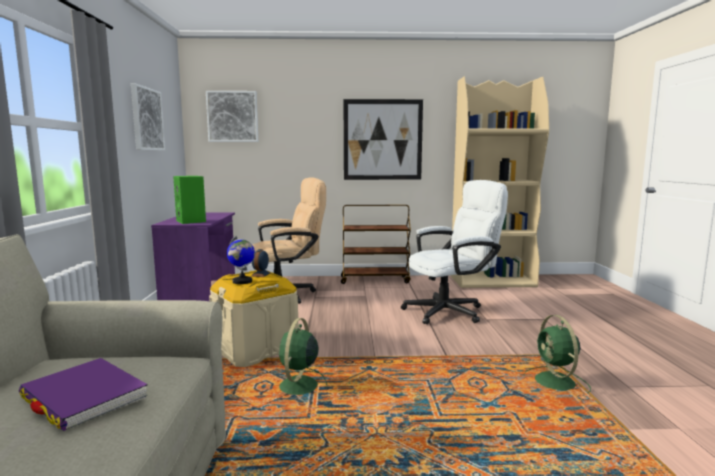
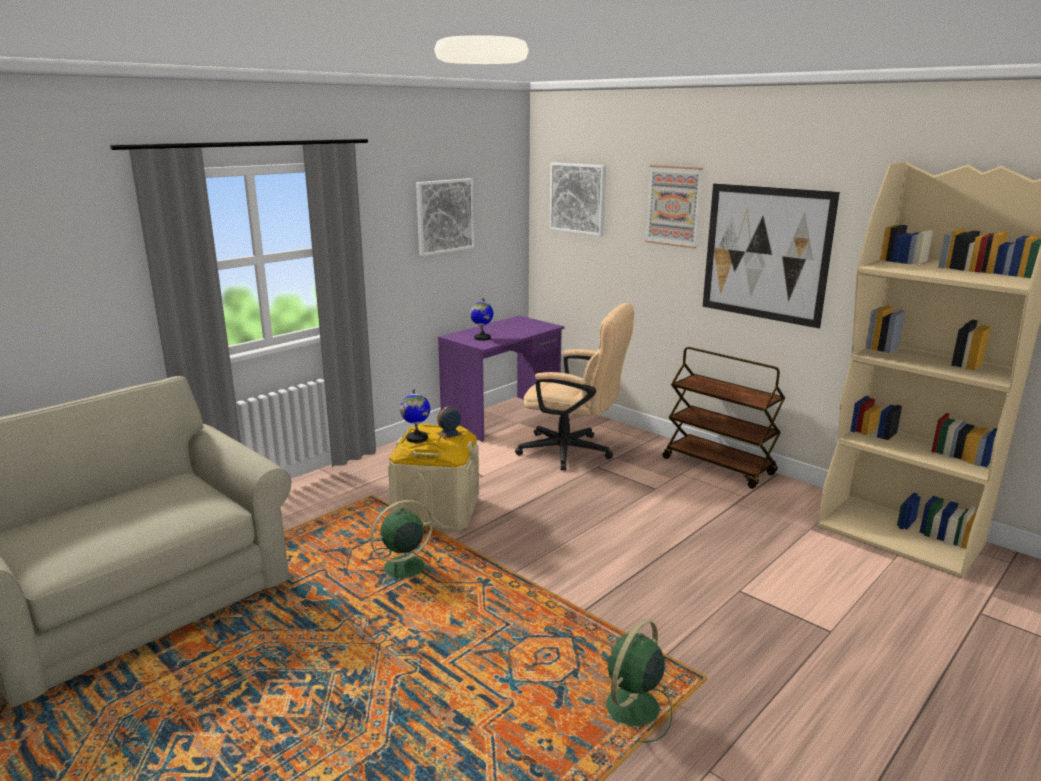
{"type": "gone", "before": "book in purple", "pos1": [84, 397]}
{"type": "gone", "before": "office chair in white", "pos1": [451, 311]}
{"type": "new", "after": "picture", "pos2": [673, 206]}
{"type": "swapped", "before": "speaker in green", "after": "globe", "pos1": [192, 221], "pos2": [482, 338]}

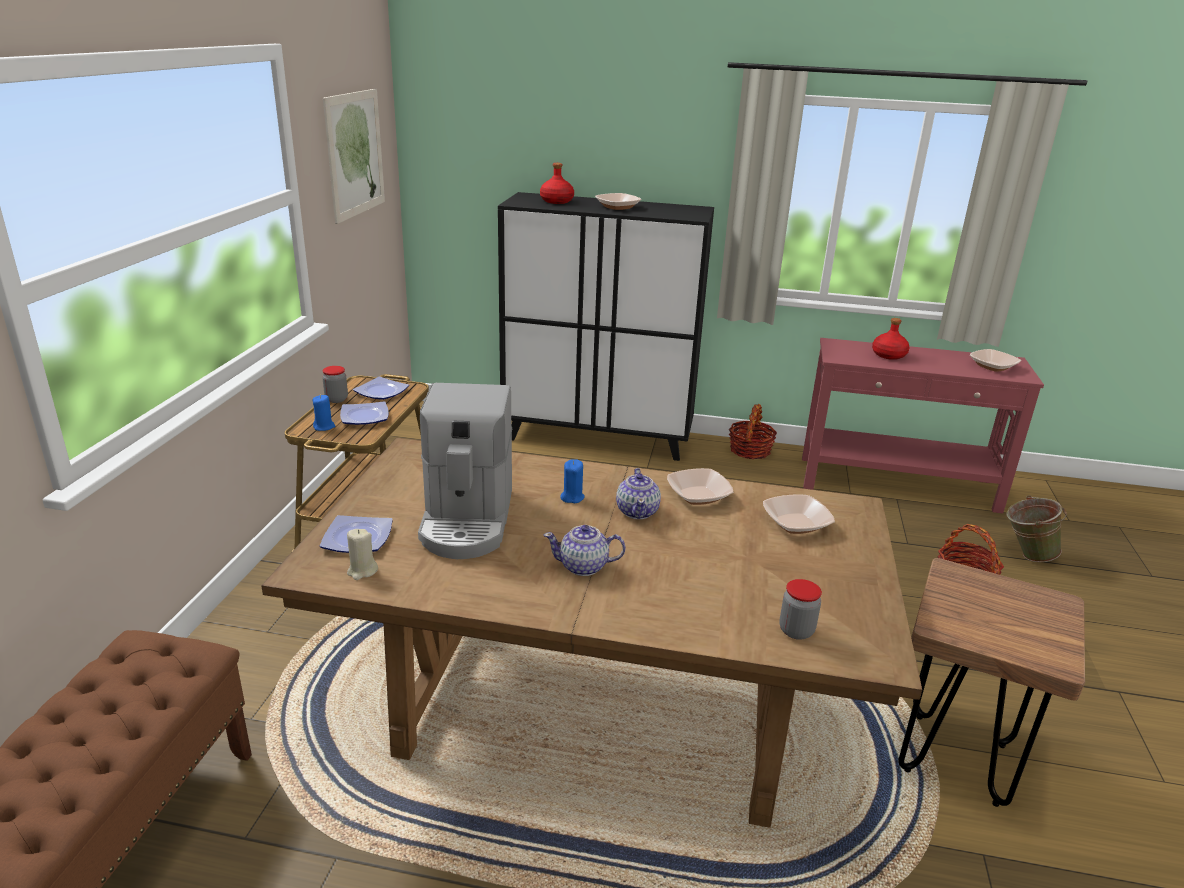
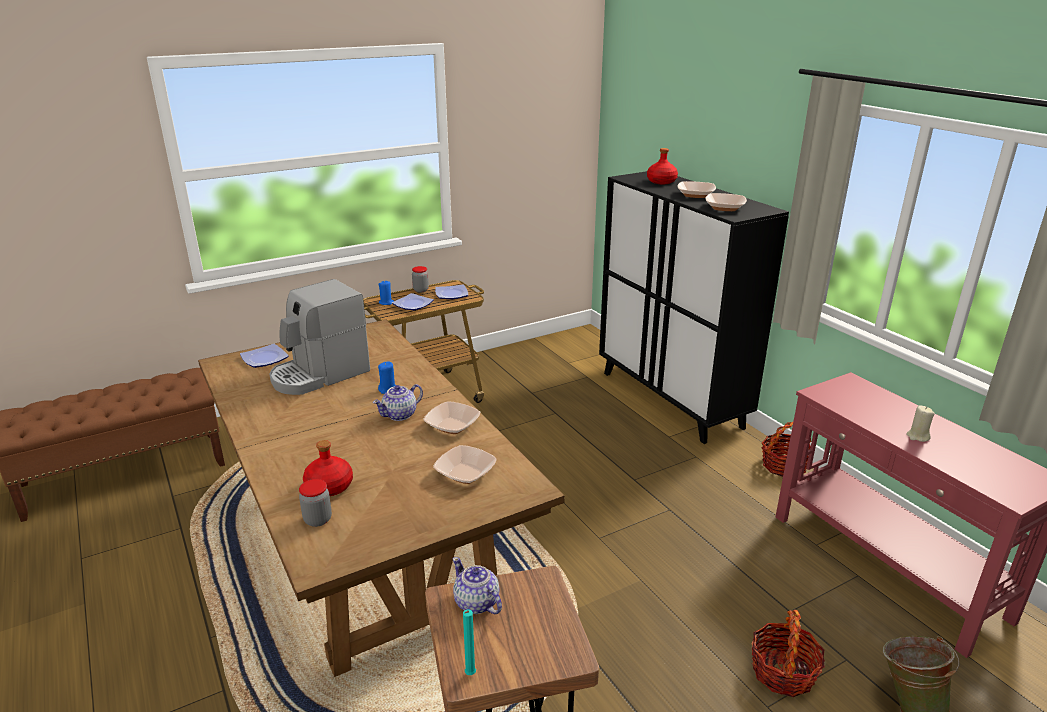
{"type": "gone", "before": "picture", "pos1": [355, 154]}
{"type": "new", "after": "candle in turquoise", "pos2": [469, 675]}
{"type": "shifted", "before": "candle in beige", "pos1": [362, 571], "pos2": [917, 436]}
{"type": "shifted", "before": "teapot", "pos1": [584, 566], "pos2": [476, 603]}
{"type": "shifted", "before": "bottle in red", "pos1": [888, 355], "pos2": [328, 486]}
{"type": "shifted", "before": "bowl", "pos1": [992, 366], "pos2": [724, 208]}

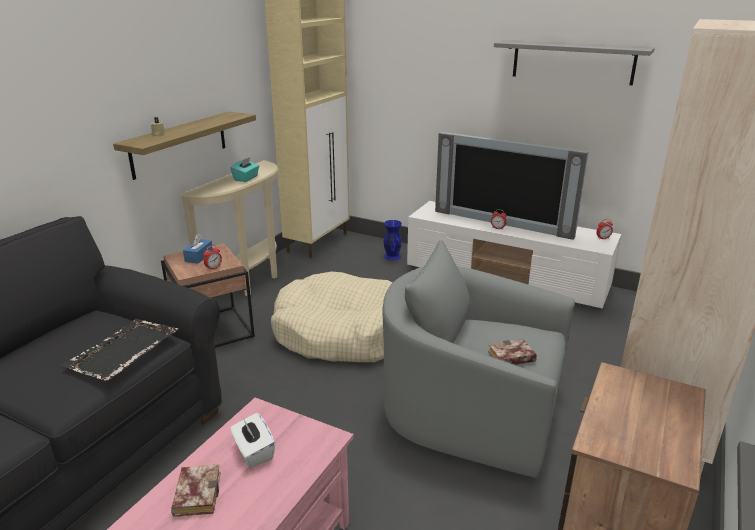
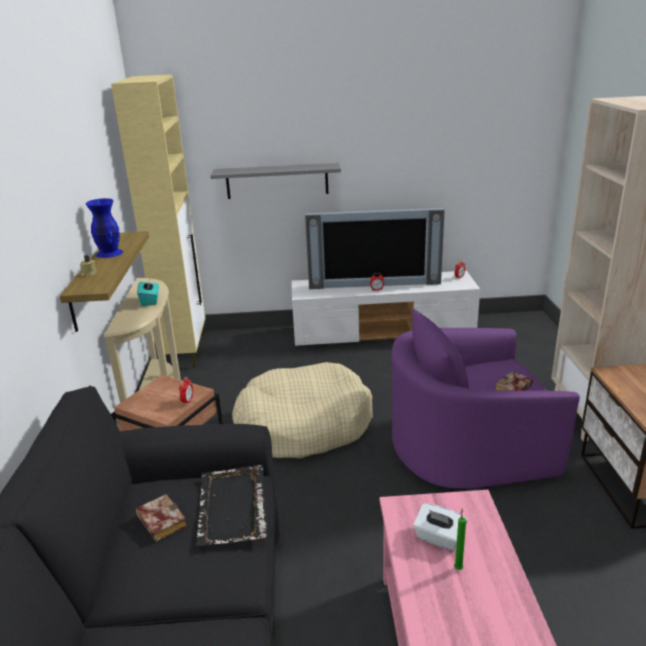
{"type": "gone", "before": "tissue box in blue", "pos1": [199, 256]}
{"type": "new", "after": "candle in green", "pos2": [458, 567]}
{"type": "shifted", "before": "book", "pos1": [196, 493], "pos2": [159, 521]}
{"type": "shifted", "before": "vase in blue", "pos1": [392, 256], "pos2": [109, 253]}
{"type": "shifted", "before": "shelf in grey", "pos1": [572, 62], "pos2": [277, 181]}
{"type": "repainted", "before": "armchair in grey", "after": "armchair in purple", "pos1": [471, 409], "pos2": [468, 446]}

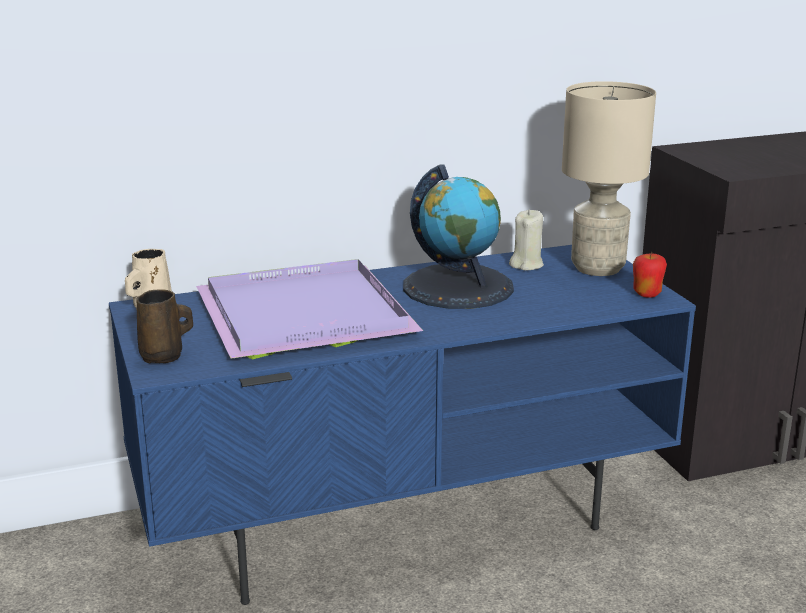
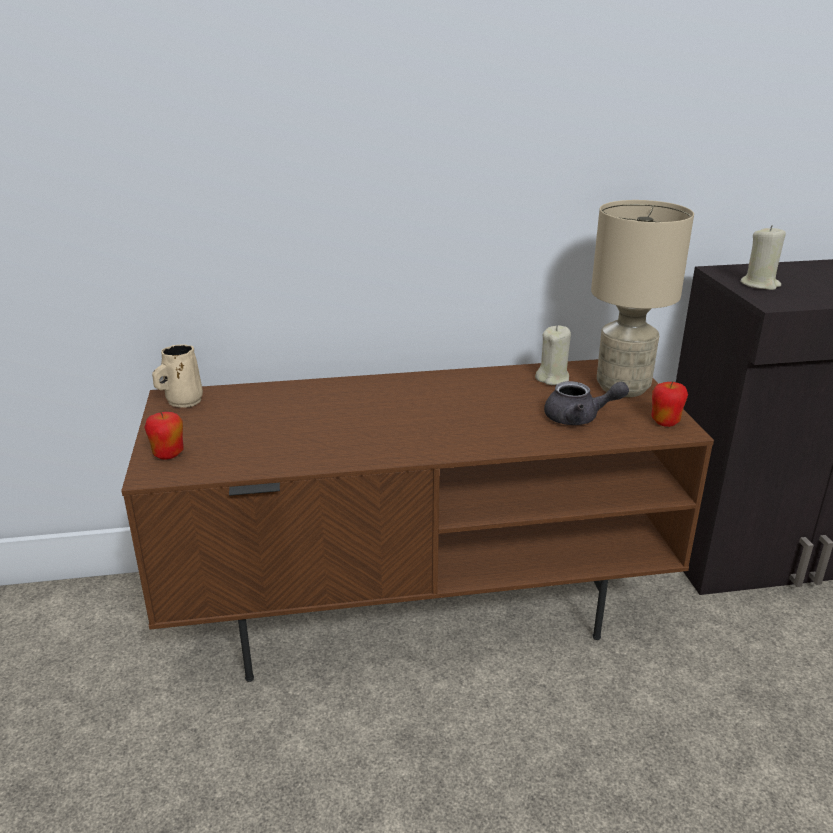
{"type": "gone", "before": "tray in purple", "pos1": [302, 317]}
{"type": "gone", "before": "globe", "pos1": [458, 287]}
{"type": "new", "after": "teapot in grey", "pos2": [579, 418]}
{"type": "new", "after": "candle in beige", "pos2": [760, 284]}
{"type": "swapped", "before": "mug in brown", "after": "apple", "pos1": [164, 356], "pos2": [168, 455]}
{"type": "repainted", "before": "tv stand in blue", "after": "tv stand in brown", "pos1": [403, 517], "pos2": [418, 603]}

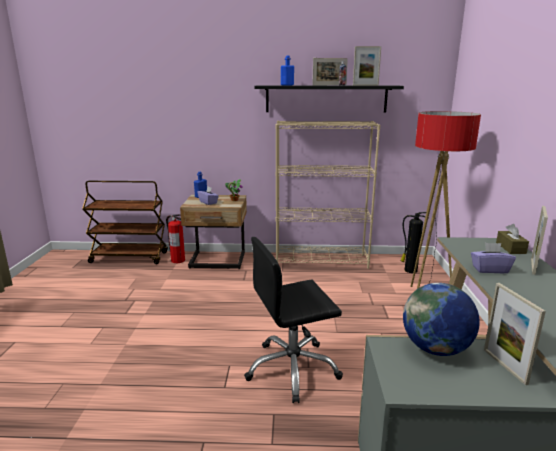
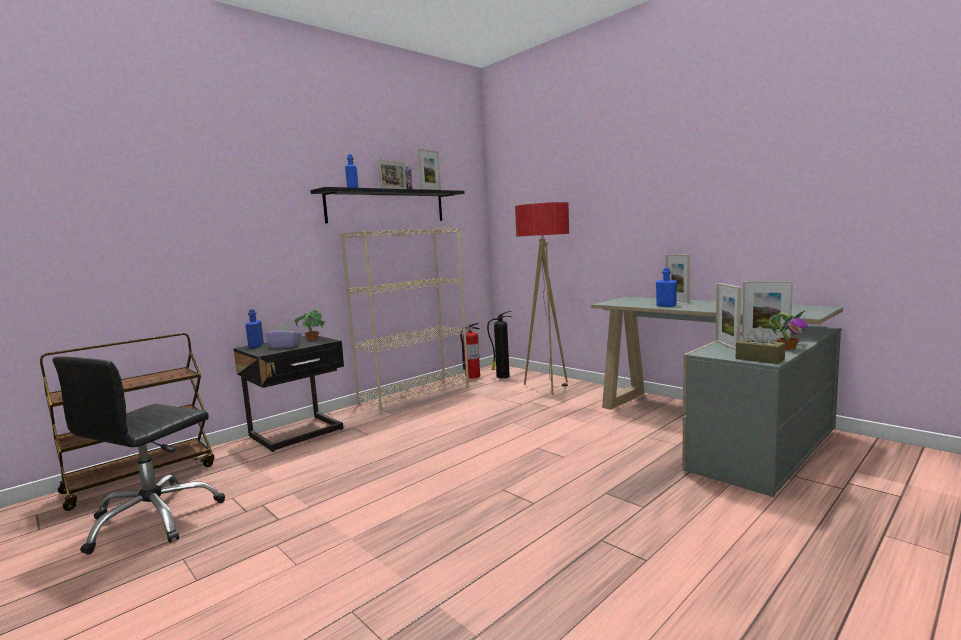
{"type": "new", "after": "potted plant", "pos2": [787, 348]}
{"type": "shifted", "before": "fire extinguisher", "pos1": [177, 260], "pos2": [472, 376]}
{"type": "shifted", "before": "office chair in black", "pos1": [292, 369], "pos2": [154, 519]}
{"type": "shifted", "before": "tissue box in brown", "pos1": [510, 248], "pos2": [759, 359]}
{"type": "swapped", "before": "globe", "after": "picture frame", "pos1": [435, 349], "pos2": [727, 345]}
{"type": "swapped", "before": "tissue box in purple", "after": "bottle in blue", "pos1": [489, 269], "pos2": [666, 305]}
{"type": "repainted", "before": "nightstand in beige", "after": "nightstand in black", "pos1": [217, 261], "pos2": [298, 434]}

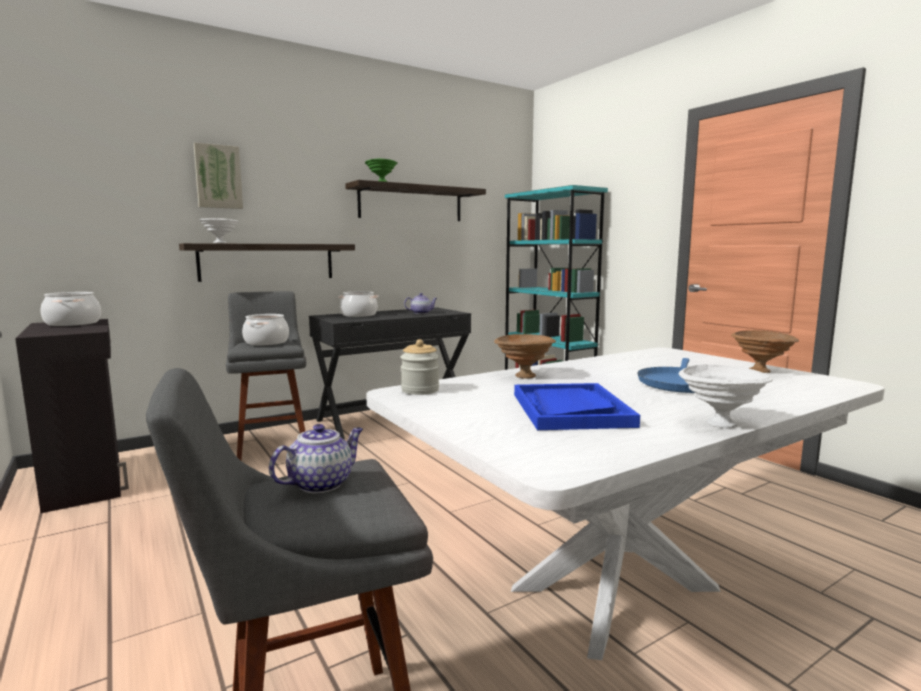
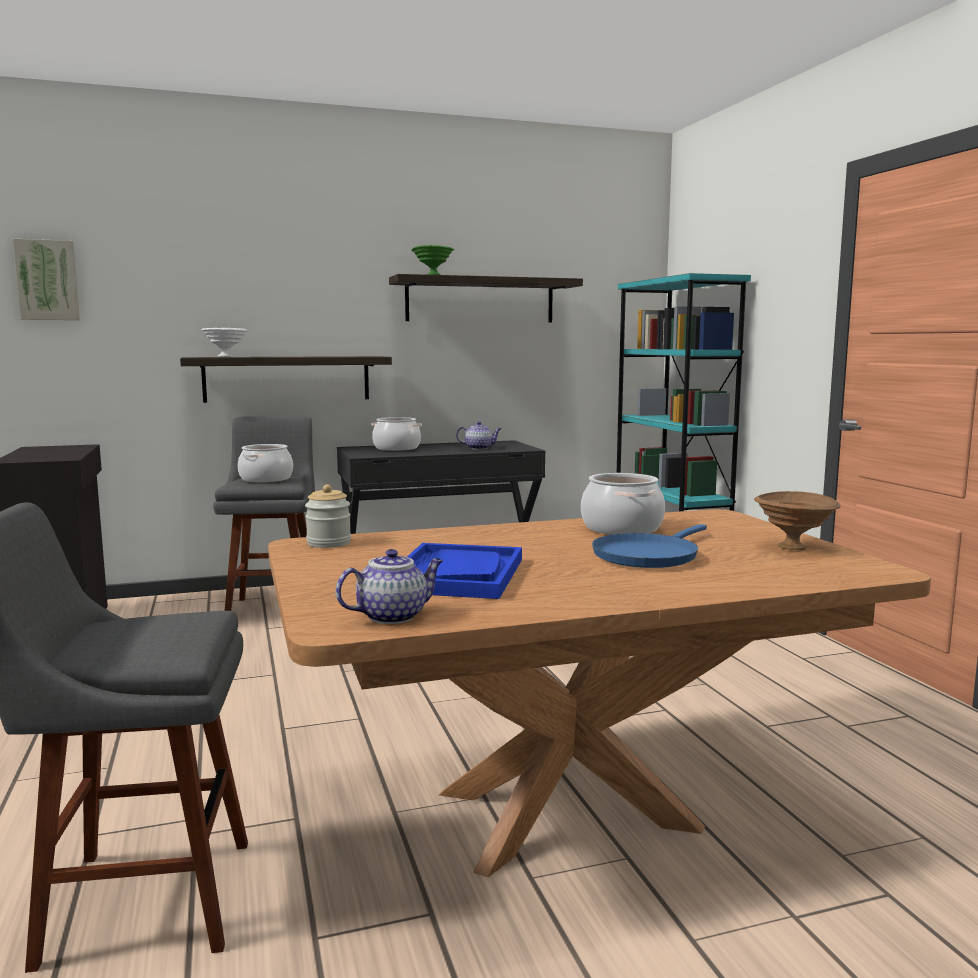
{"type": "gone", "before": "bowl in brown", "pos1": [523, 376]}
{"type": "gone", "before": "bowl in white", "pos1": [719, 424]}
{"type": "shifted", "before": "cooking pot", "pos1": [73, 323], "pos2": [621, 528]}
{"type": "shifted", "before": "picture", "pos1": [218, 177], "pos2": [47, 280]}
{"type": "shifted", "before": "teapot", "pos1": [321, 483], "pos2": [393, 616]}
{"type": "repainted", "before": "dining table in white", "after": "dining table in brown", "pos1": [617, 589], "pos2": [568, 811]}

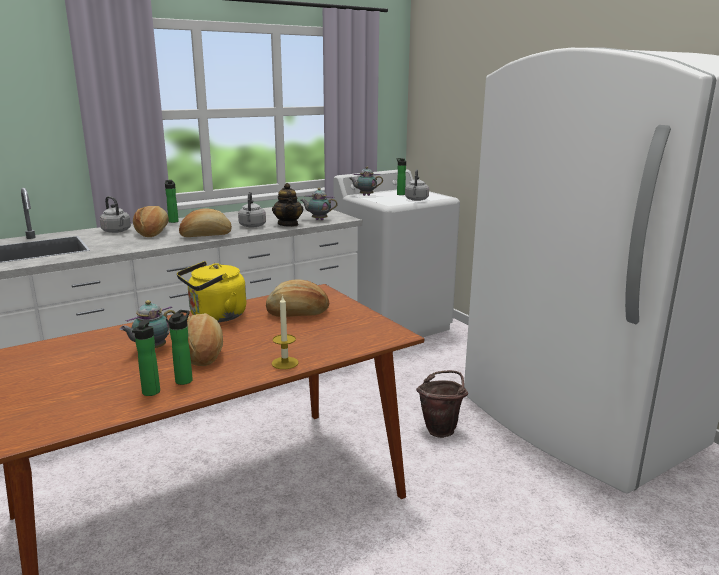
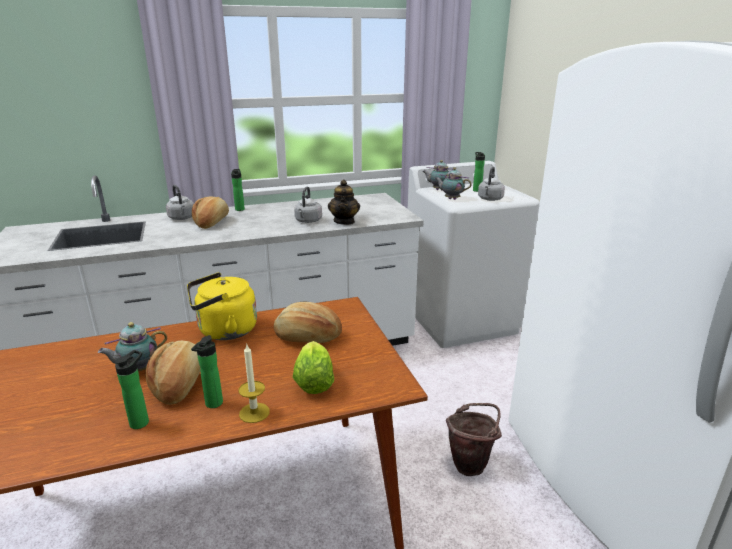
{"type": "gone", "before": "bread", "pos1": [206, 235]}
{"type": "new", "after": "lettuce", "pos2": [313, 382]}
{"type": "shifted", "before": "bottle", "pos1": [150, 393], "pos2": [212, 405]}
{"type": "shifted", "before": "teapot", "pos1": [318, 220], "pos2": [451, 199]}

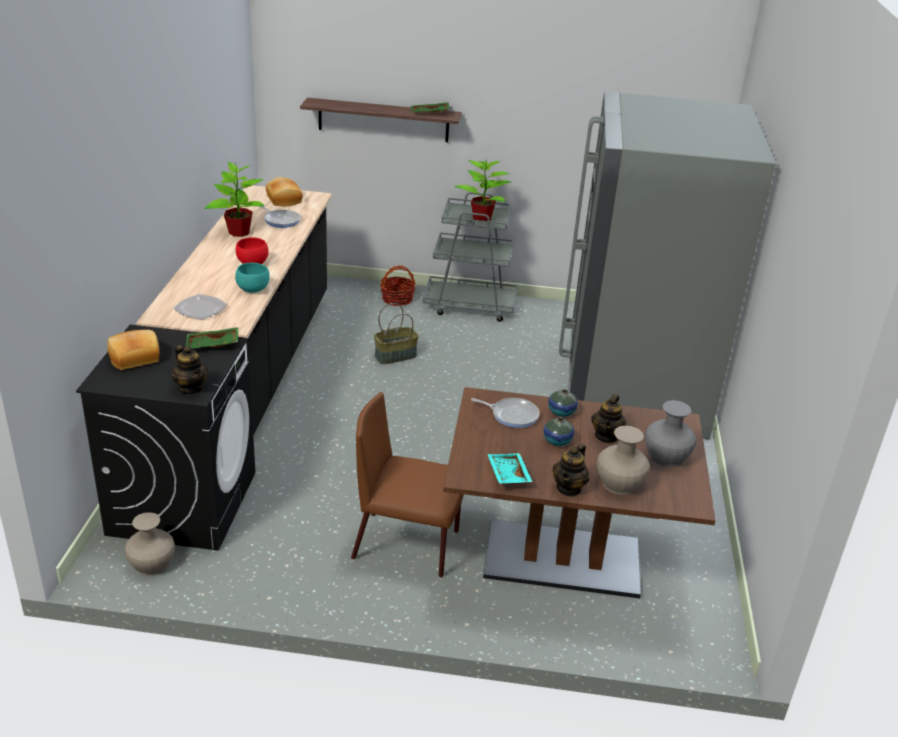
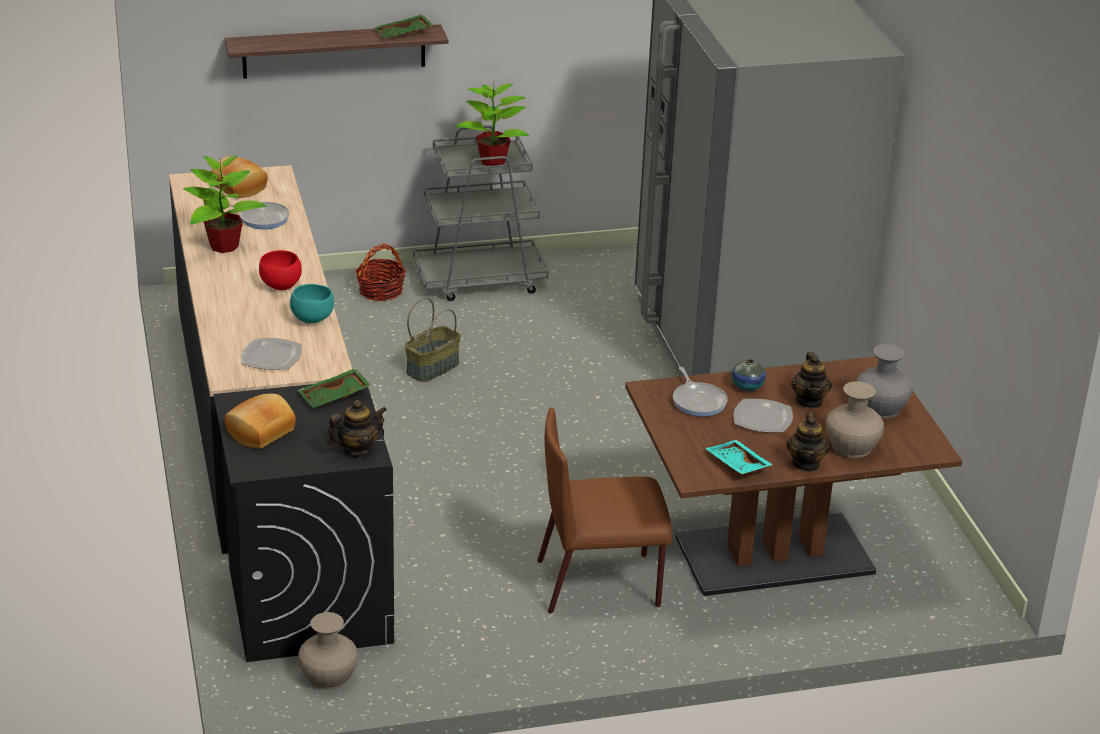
{"type": "swapped", "before": "vase", "after": "plate", "pos1": [557, 441], "pos2": [763, 418]}
{"type": "rotated", "before": "teapot", "pos1": [191, 388], "pos2": [357, 450], "turn": -60}
{"type": "rotated", "before": "frying pan", "pos1": [512, 415], "pos2": [698, 401], "turn": 75}

